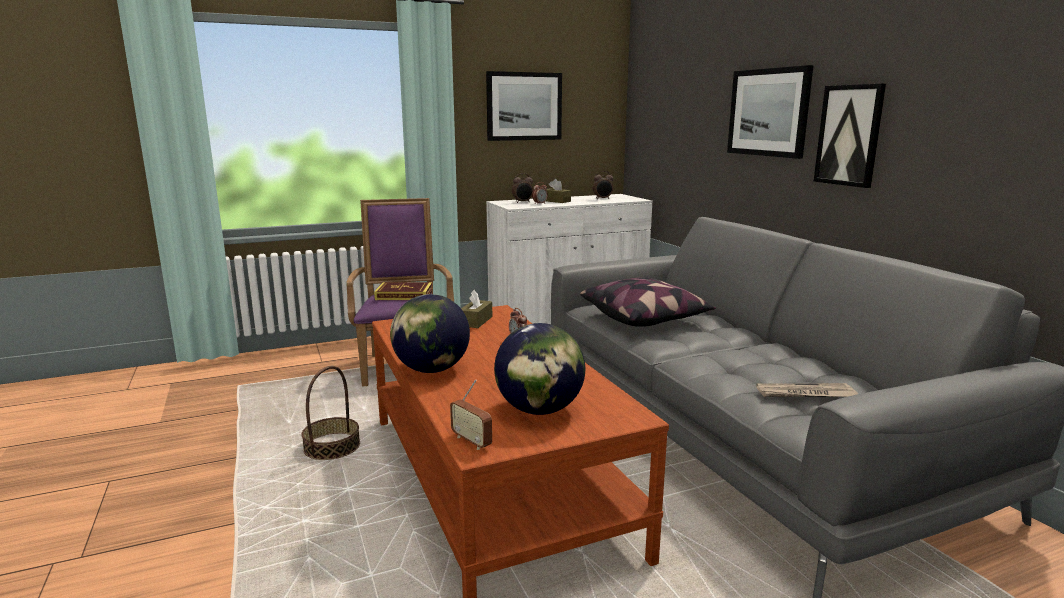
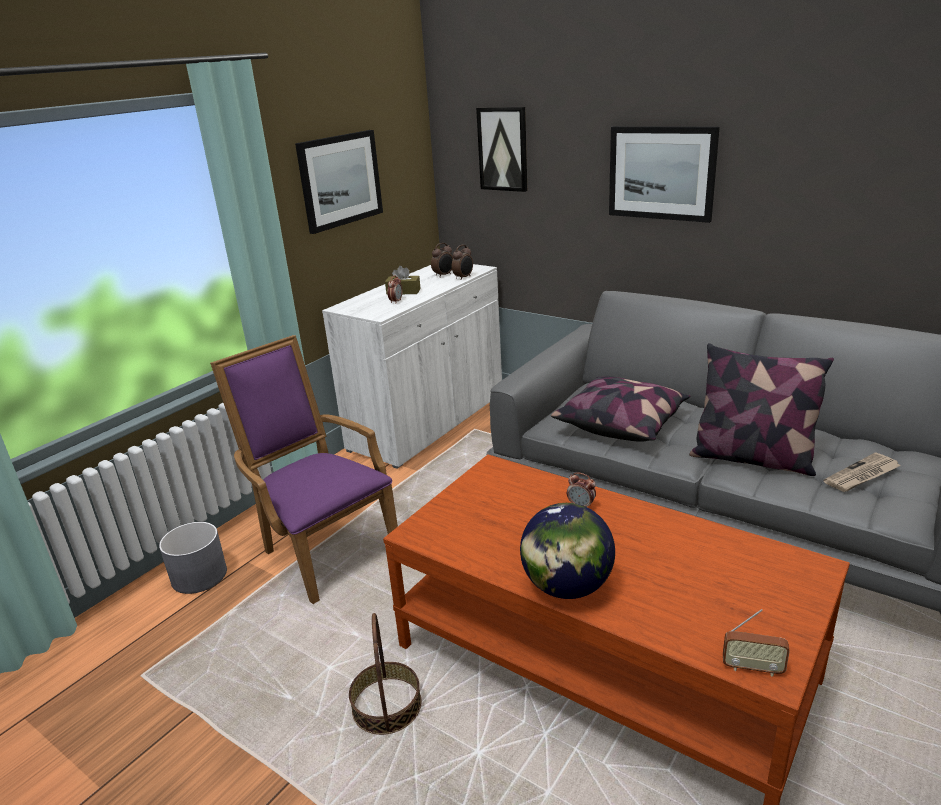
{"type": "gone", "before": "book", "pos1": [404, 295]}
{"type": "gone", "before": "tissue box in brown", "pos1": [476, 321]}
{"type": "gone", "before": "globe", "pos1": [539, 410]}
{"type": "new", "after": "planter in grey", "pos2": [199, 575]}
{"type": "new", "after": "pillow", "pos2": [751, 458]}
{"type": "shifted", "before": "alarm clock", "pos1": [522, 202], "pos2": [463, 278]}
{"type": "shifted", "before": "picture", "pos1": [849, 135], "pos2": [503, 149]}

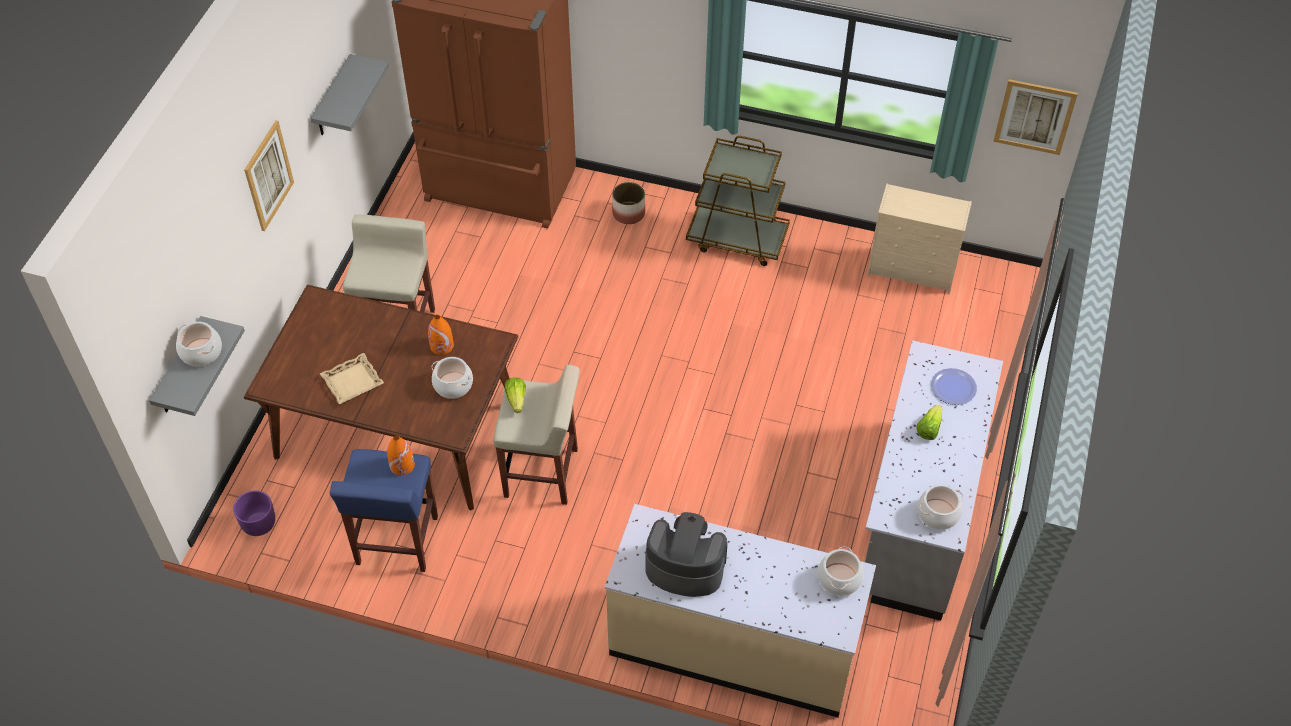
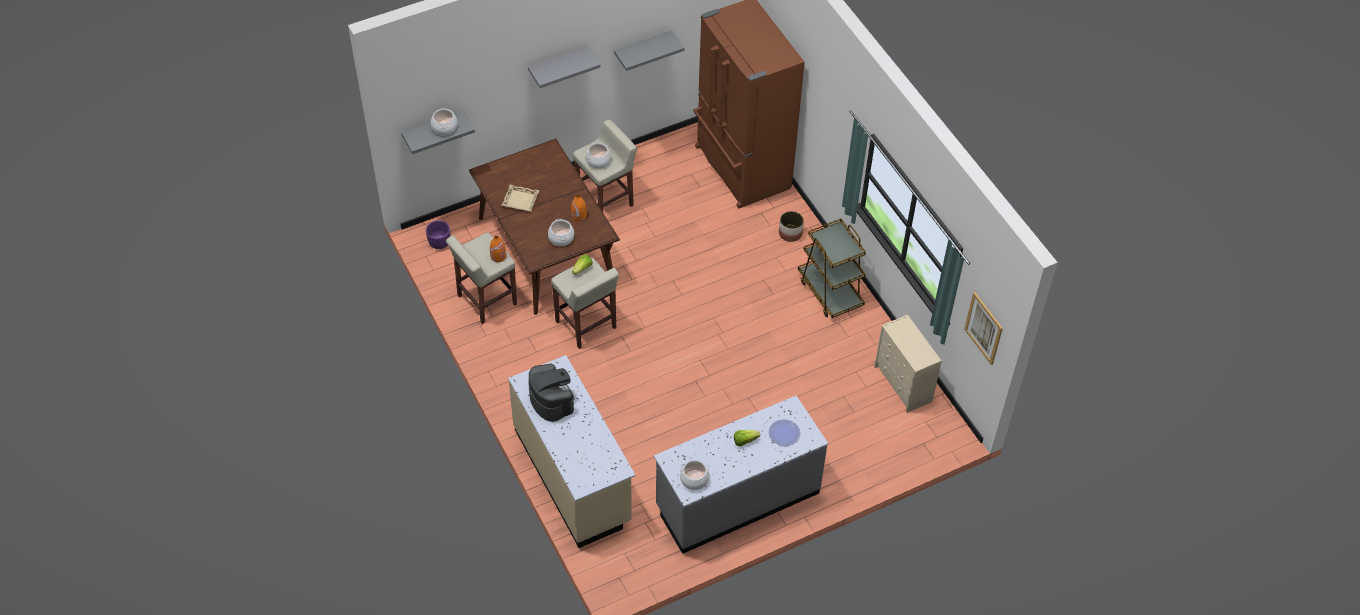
{"type": "shifted", "before": "cooking pot", "pos1": [839, 579], "pos2": [598, 161]}
{"type": "swapped", "before": "picture", "after": "shelf in grey", "pos1": [268, 176], "pos2": [558, 64]}
{"type": "repainted", "before": "stool in blue", "after": "stool in beige", "pos1": [396, 542], "pos2": [486, 300]}

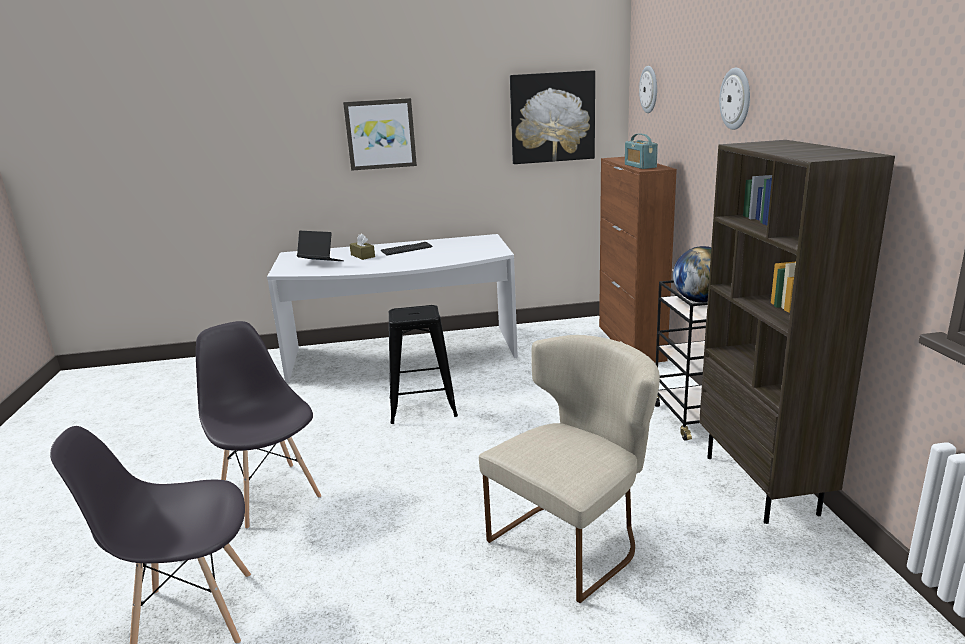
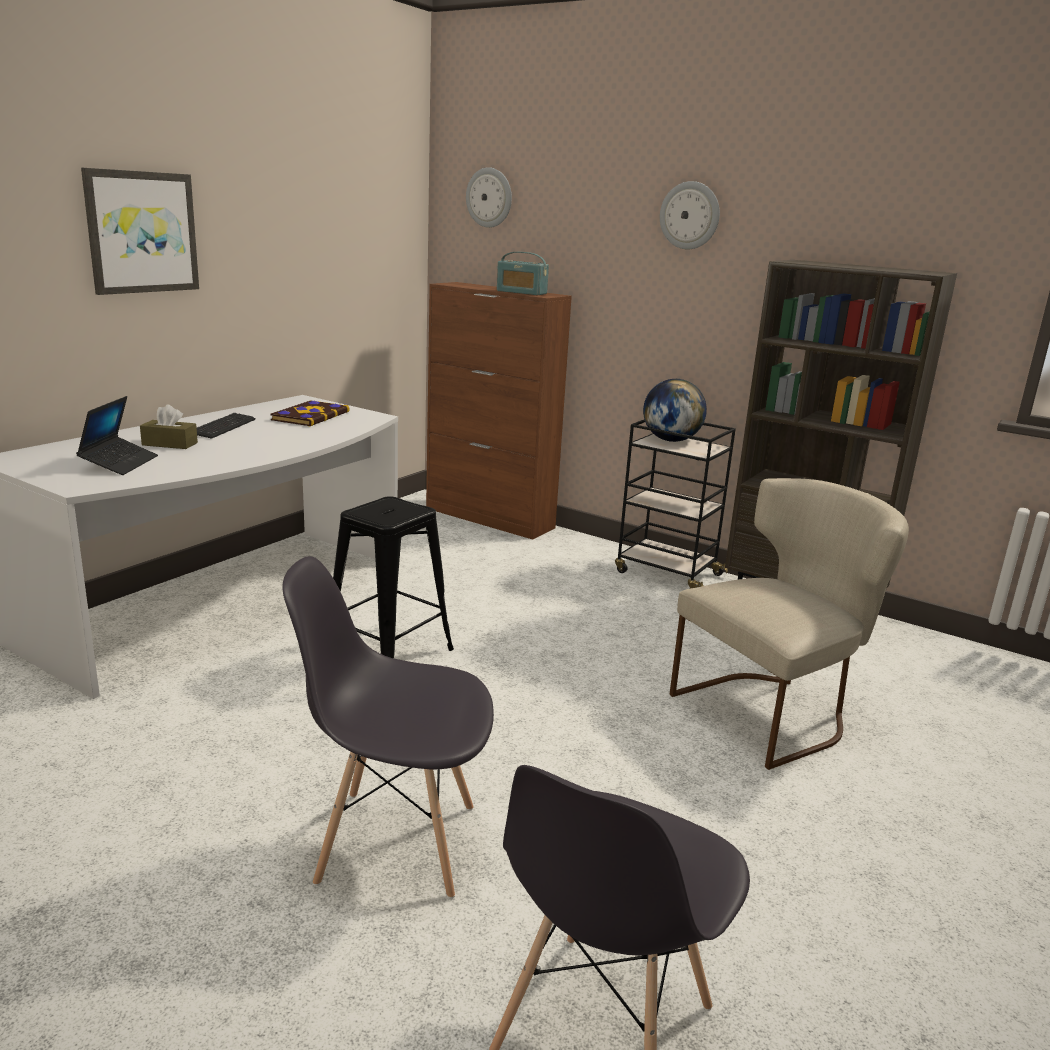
{"type": "gone", "before": "picture", "pos1": [552, 117]}
{"type": "new", "after": "book", "pos2": [309, 416]}
{"type": "rotated", "before": "laptop", "pos1": [321, 263], "pos2": [119, 463], "turn": 120}
{"type": "rotated", "before": "chair in beige", "pos1": [575, 538], "pos2": [772, 712], "turn": 60}

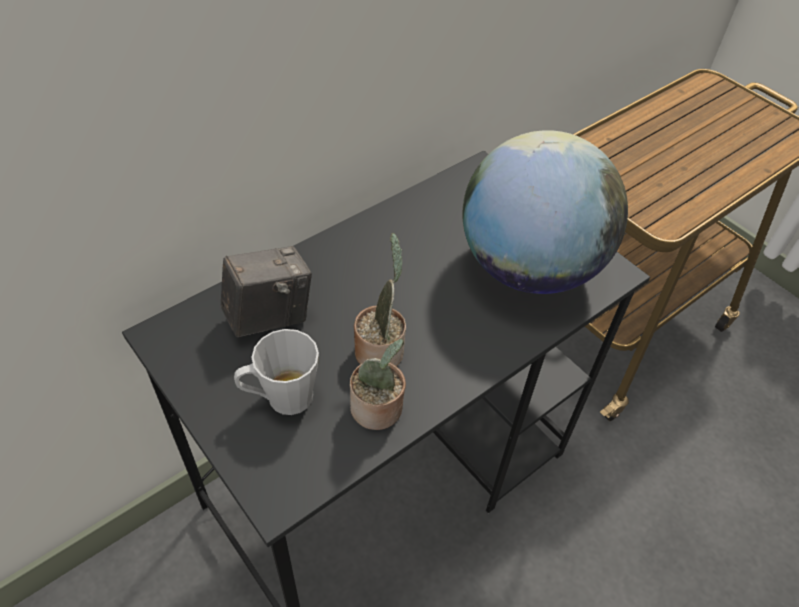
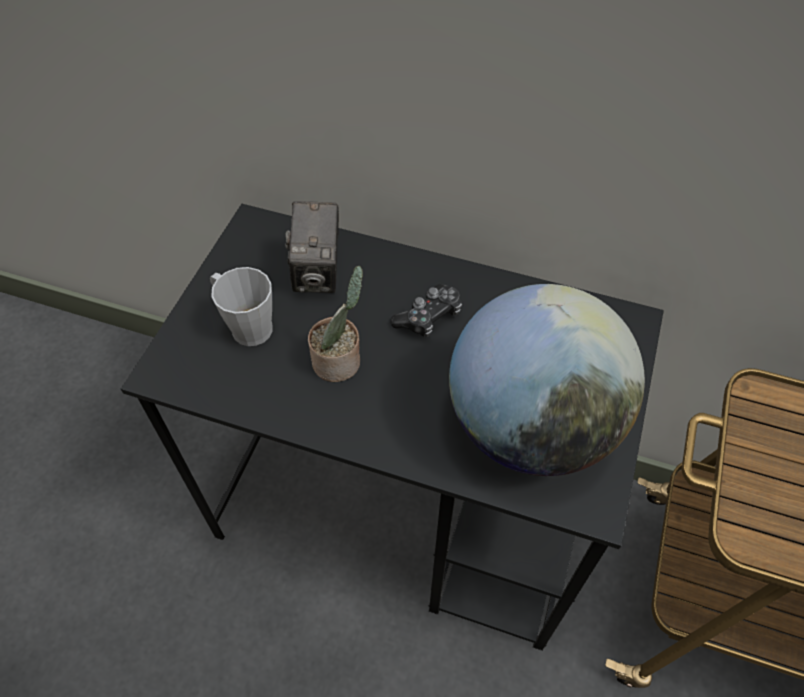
{"type": "gone", "before": "potted plant", "pos1": [378, 410]}
{"type": "new", "after": "game controller", "pos2": [429, 317]}
{"type": "rotated", "before": "photo camera", "pos1": [269, 316], "pos2": [318, 272], "turn": 60}

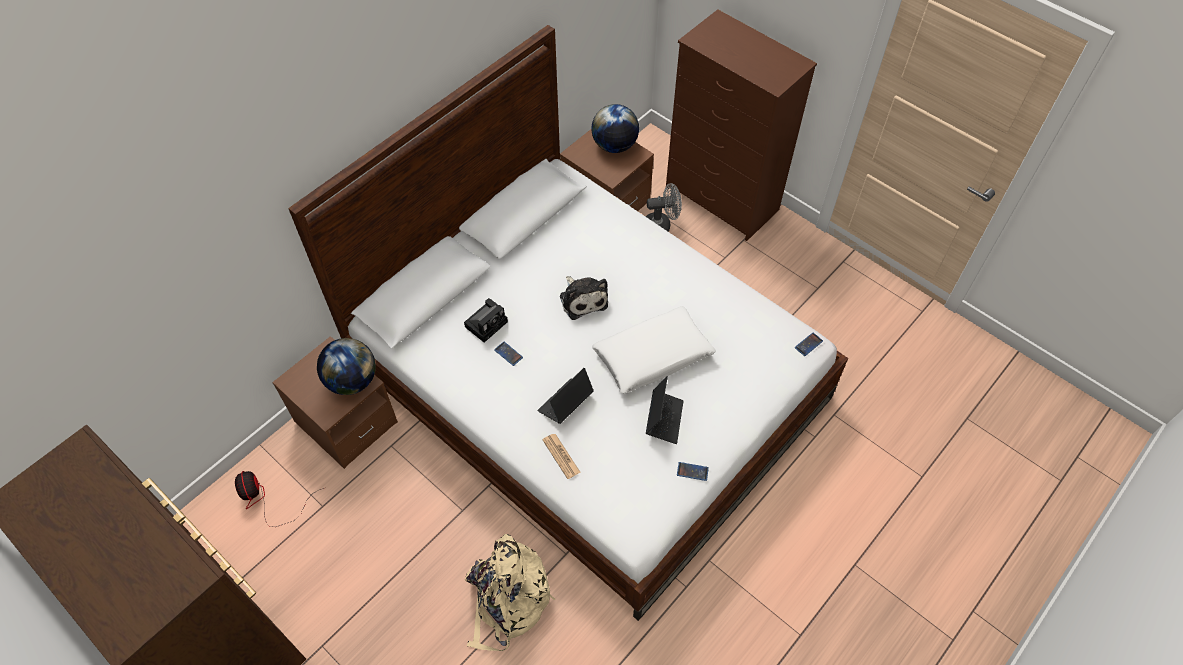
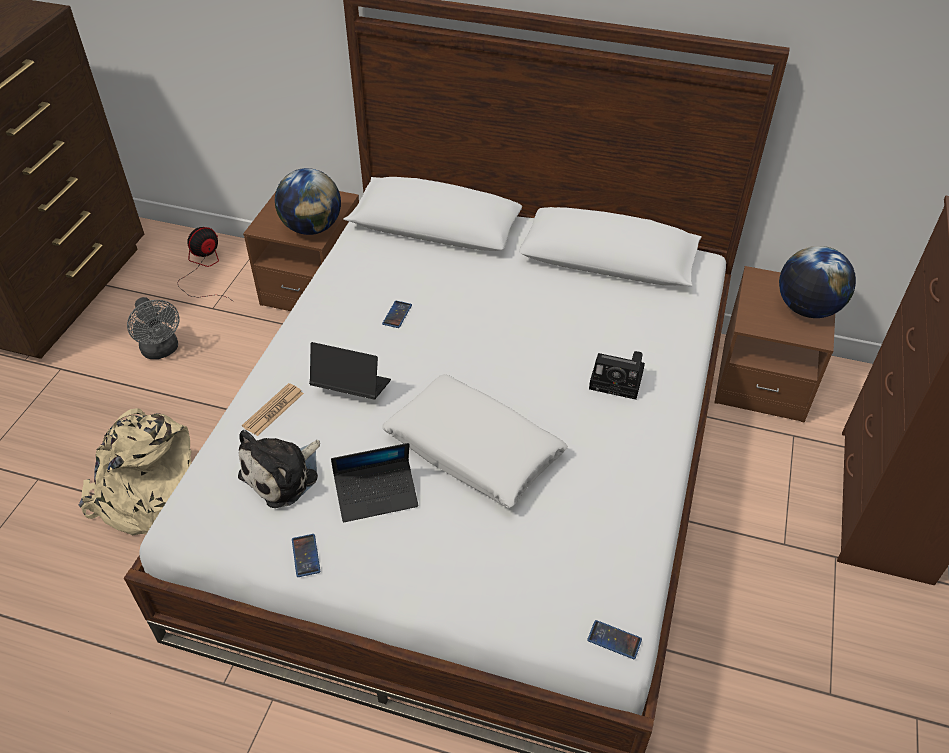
{"type": "shifted", "before": "photo camera", "pos1": [487, 323], "pos2": [618, 380]}
{"type": "shifted", "before": "plush toy", "pos1": [582, 299], "pos2": [283, 474]}
{"type": "shifted", "before": "fan in grey", "pos1": [661, 225], "pos2": [162, 351]}

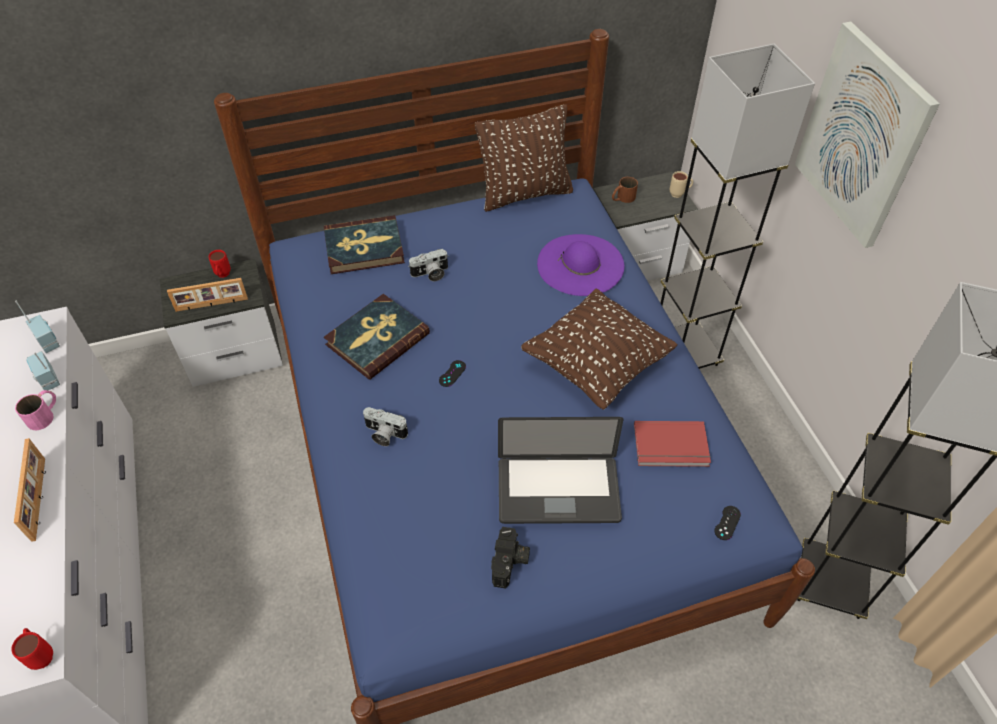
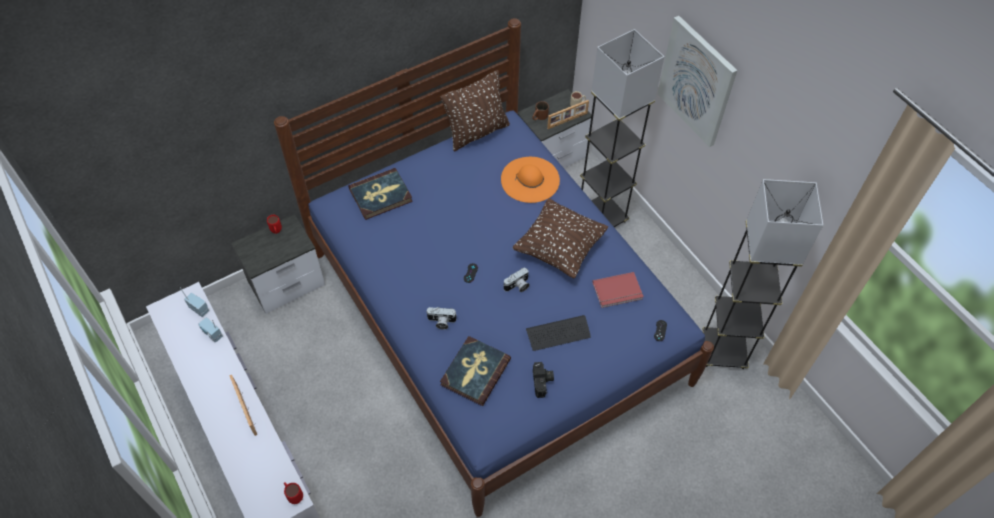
{"type": "gone", "before": "mug in pink", "pos1": [45, 414]}
{"type": "shifted", "before": "picture frame", "pos1": [211, 305], "pos2": [567, 121]}
{"type": "shifted", "before": "book", "pos1": [377, 339], "pos2": [475, 372]}
{"type": "shifted", "before": "photo camera", "pos1": [430, 274], "pos2": [517, 286]}
{"type": "swapped", "before": "laptop", "after": "keyboard", "pos1": [558, 491], "pos2": [558, 333]}
{"type": "repainted", "before": "hat in purple", "after": "hat in orange", "pos1": [580, 264], "pos2": [530, 179]}

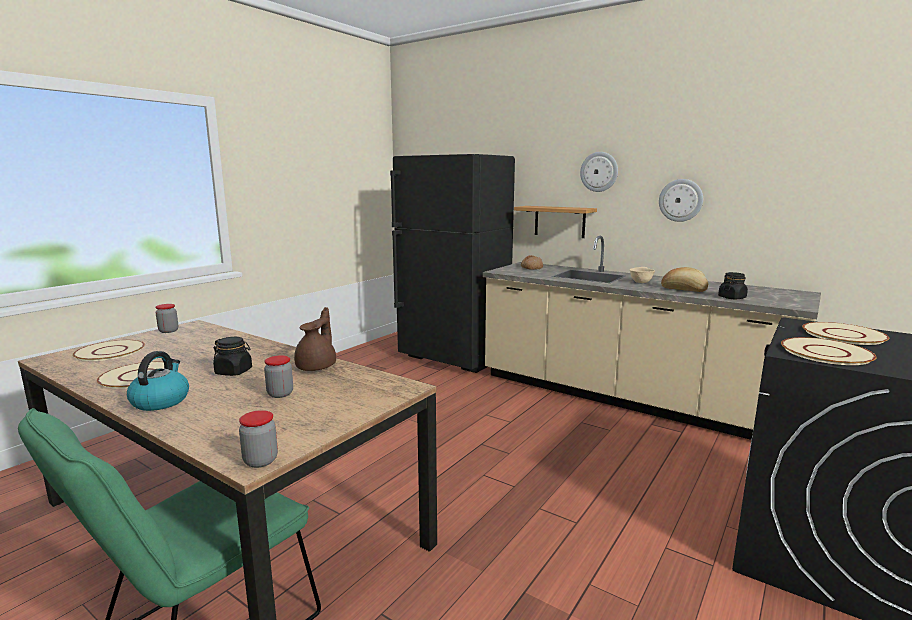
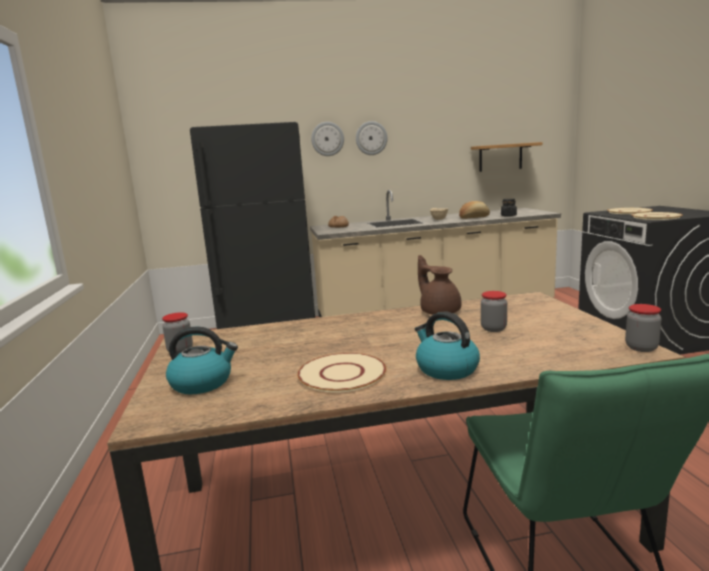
{"type": "gone", "before": "jar in black", "pos1": [234, 372]}
{"type": "shifted", "before": "shelf", "pos1": [559, 221], "pos2": [500, 157]}
{"type": "shifted", "before": "wall clock", "pos1": [680, 200], "pos2": [327, 139]}
{"type": "swapped", "before": "plate in beige", "after": "kettle", "pos1": [110, 351], "pos2": [202, 383]}

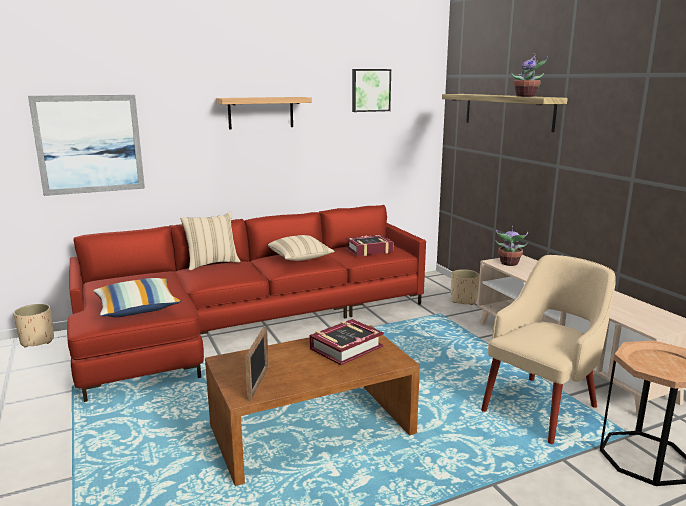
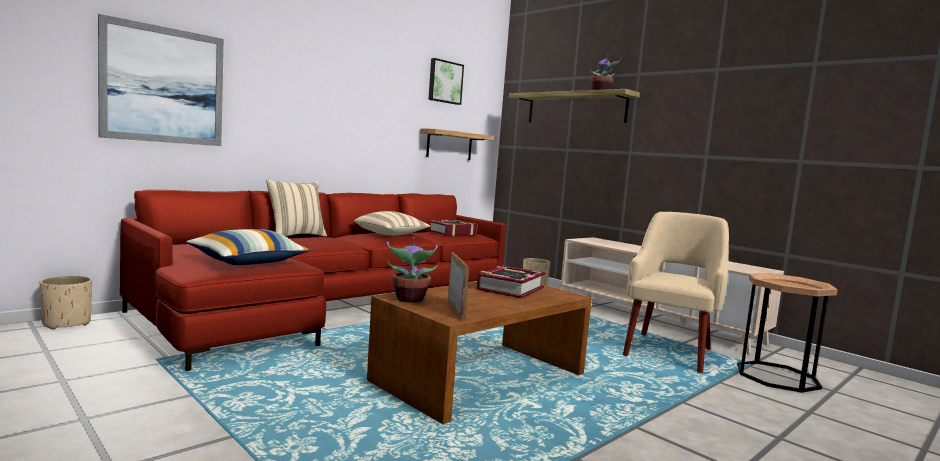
{"type": "shifted", "before": "shelf", "pos1": [261, 113], "pos2": [449, 145]}
{"type": "shifted", "before": "potted plant", "pos1": [509, 263], "pos2": [409, 300]}

